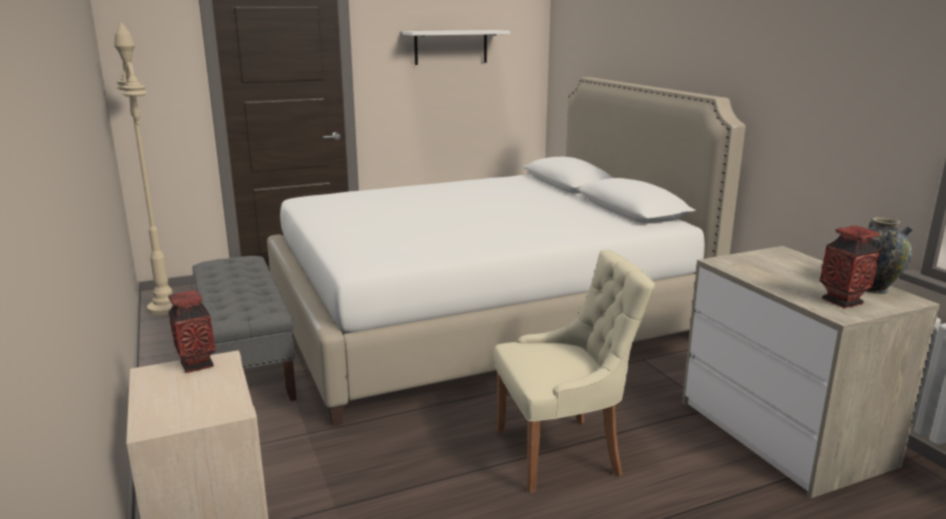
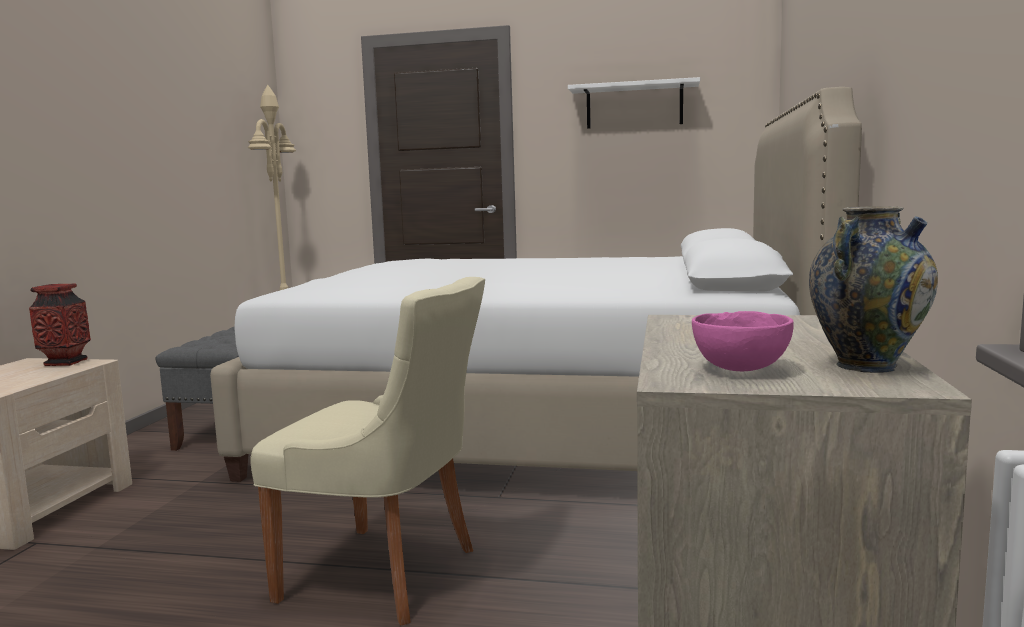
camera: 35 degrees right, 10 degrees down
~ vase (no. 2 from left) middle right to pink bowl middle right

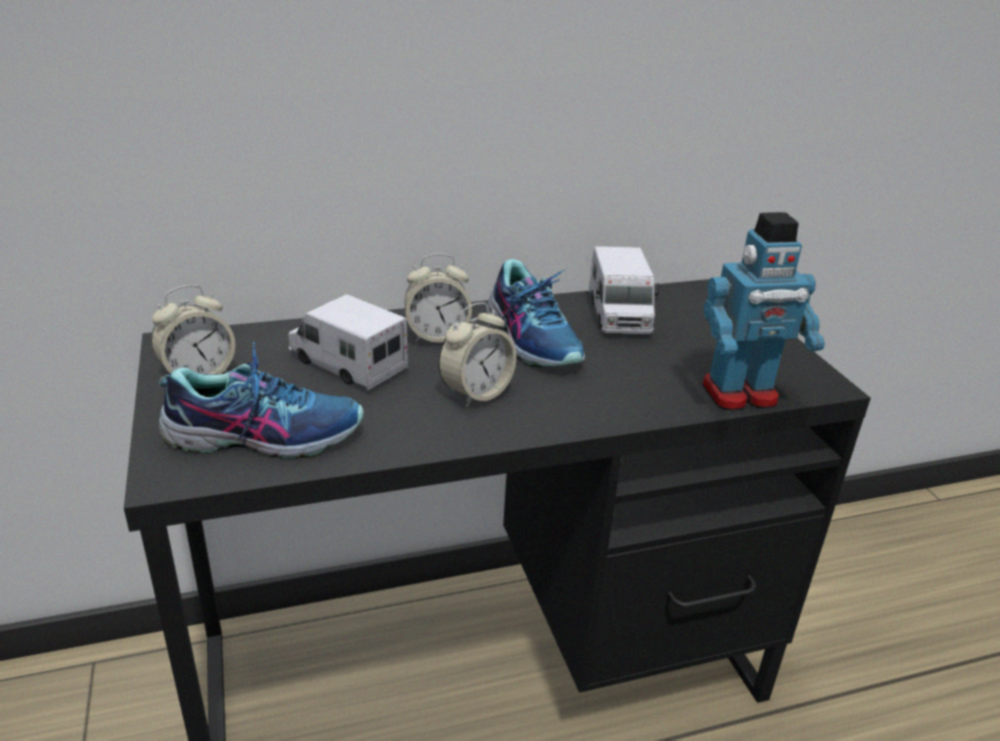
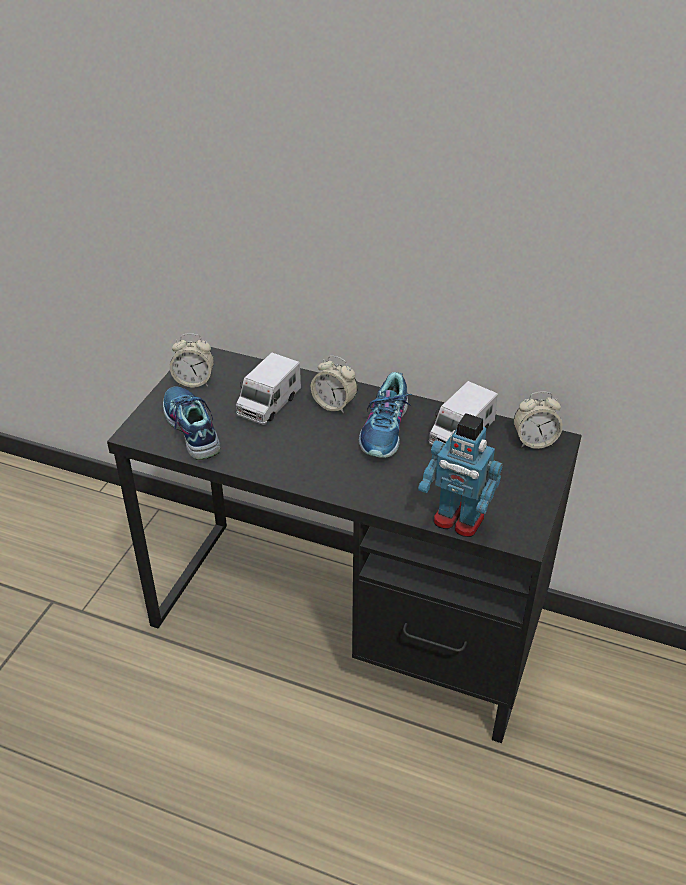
camera: 40 degrees right, 10 degrees up
~ shoe (no. 1 from left) middle left = middle left 150 degrees counterclockwise
~ toy truck (no. 1 from left) centre = centre 135 degrees counterclockwise
~ alarm clock (no. 3 from left) centre to middle right

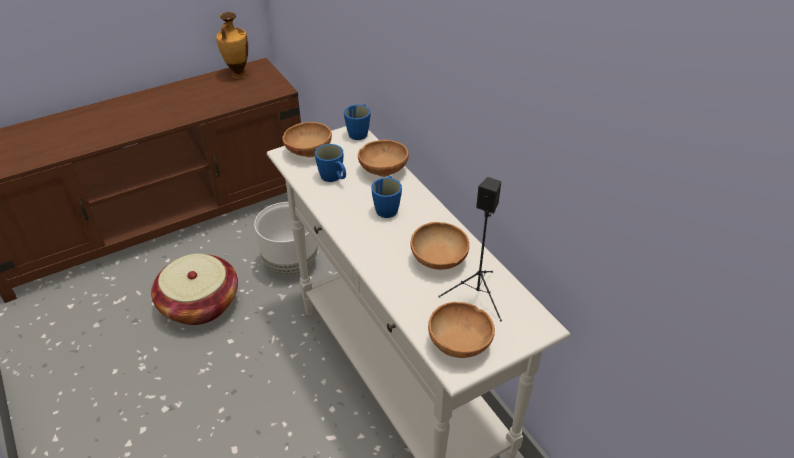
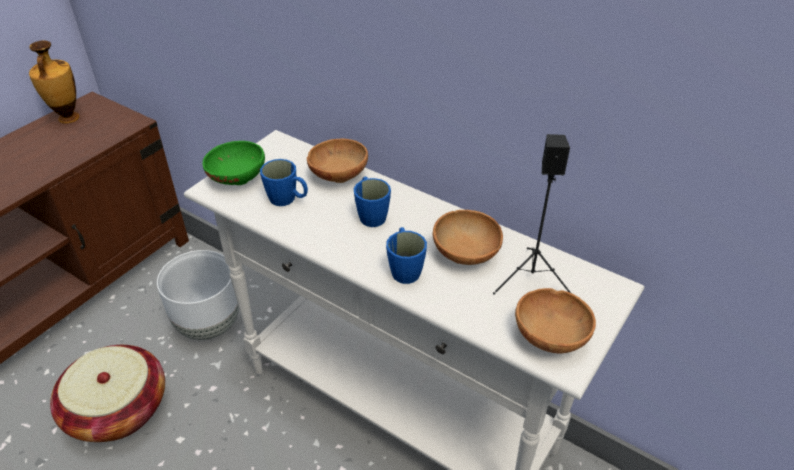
camera: 25 degrees left, 0 degrees up
~ brown bowl (no. 1 from left) top centre to green bowl middle left
~ blue mug (no. 2 from left in the first image) top centre to blue mug (no. 3 from left) centre

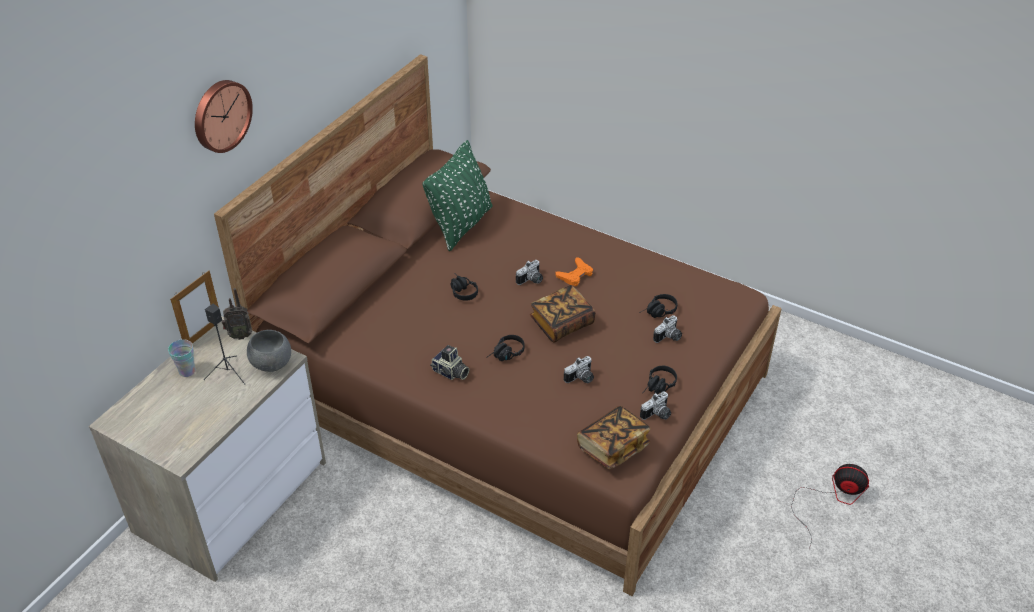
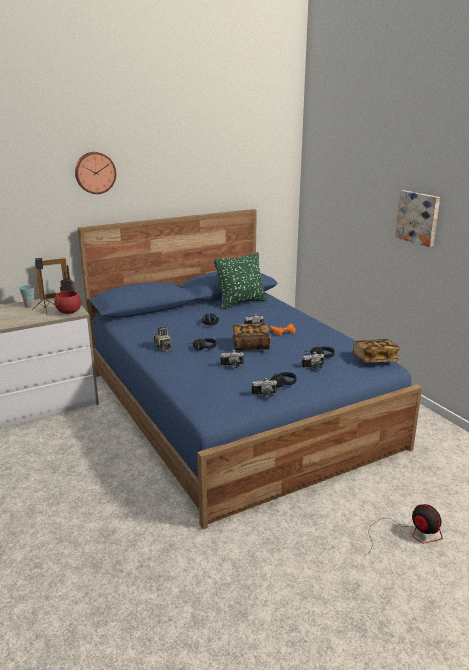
camera: 30 degrees right, 20 degrees down
~ brown bed centre to blue bed centre
~ grey bowl middle left to red bowl middle left
~ book (no. 2 from left) bottom centre to middle right
+ picture top right

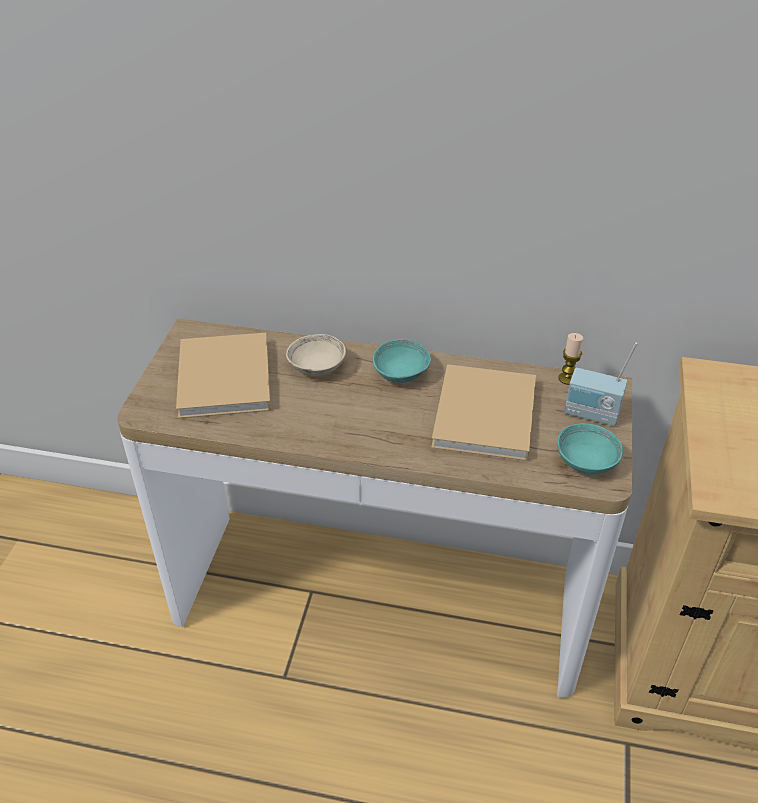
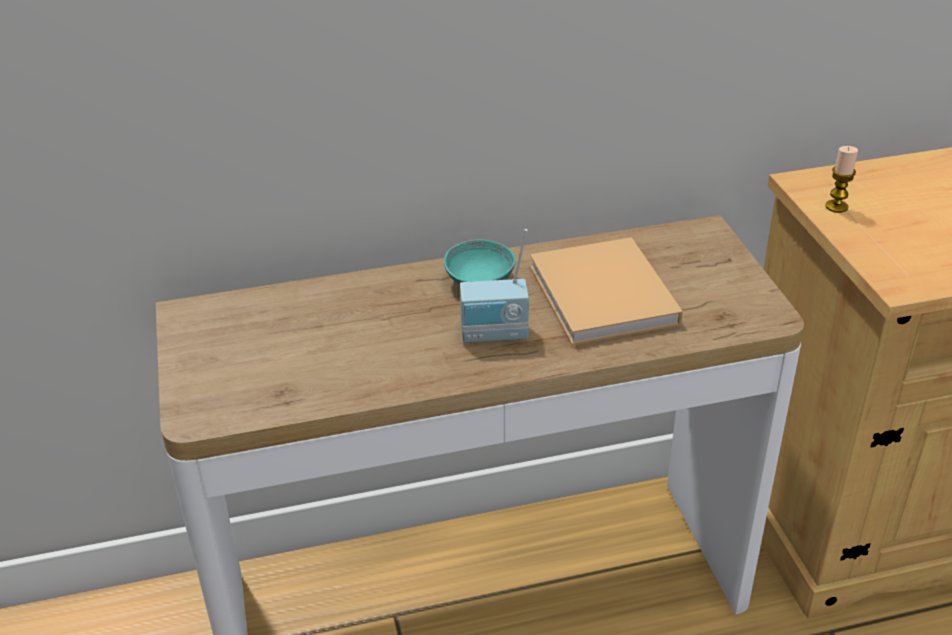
camera: 25 degrees left, 5 degrees down
- beige book (no. 1 from left) middle left
- beige bowl centre
- turquoise bowl (no. 2 from left) middle right
~ candle middle right to top right
~ radio middle right to centre

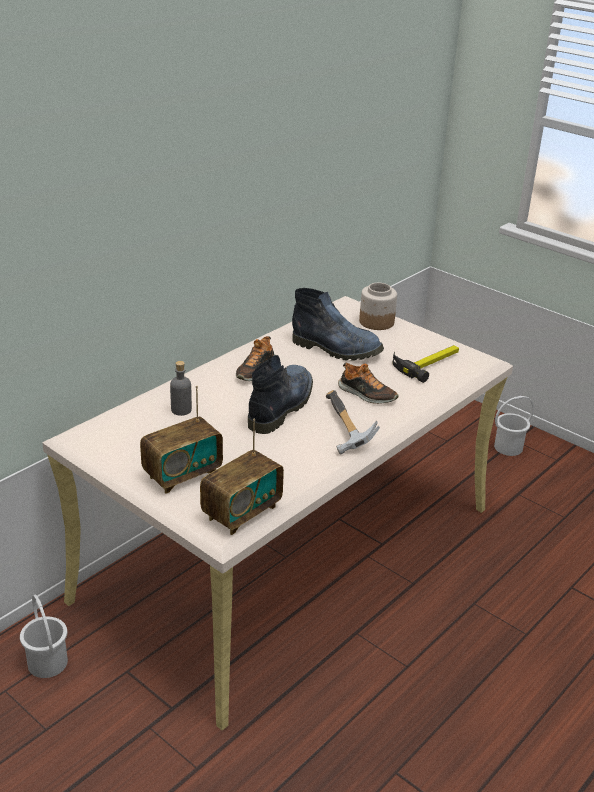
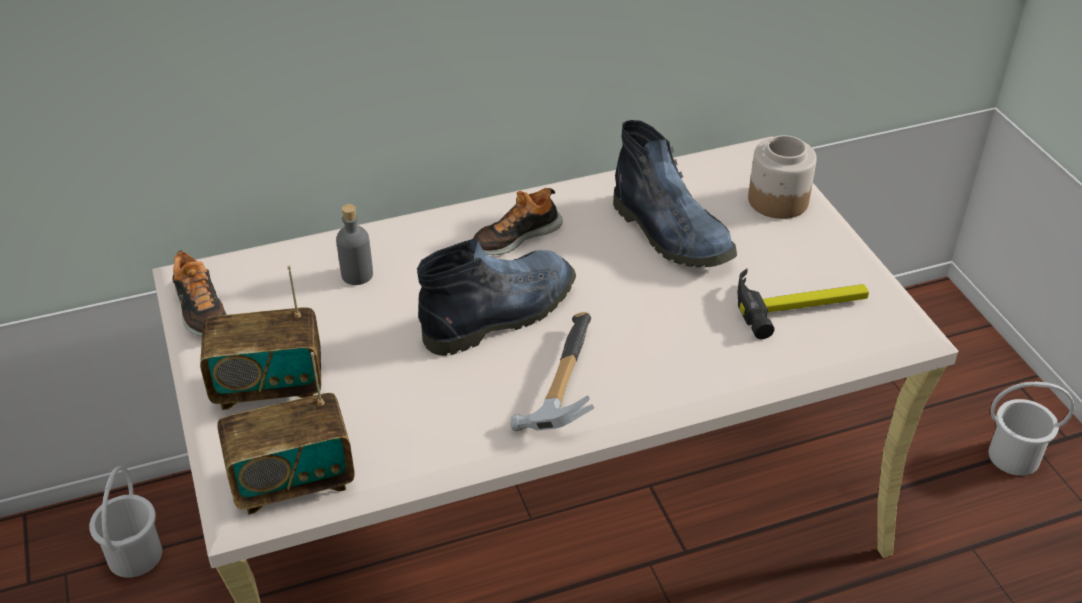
camera: 30 degrees right, 10 degrees up
~ shoe (no. 2 from left in the first image) centre to shoe (no. 1 from left) middle left

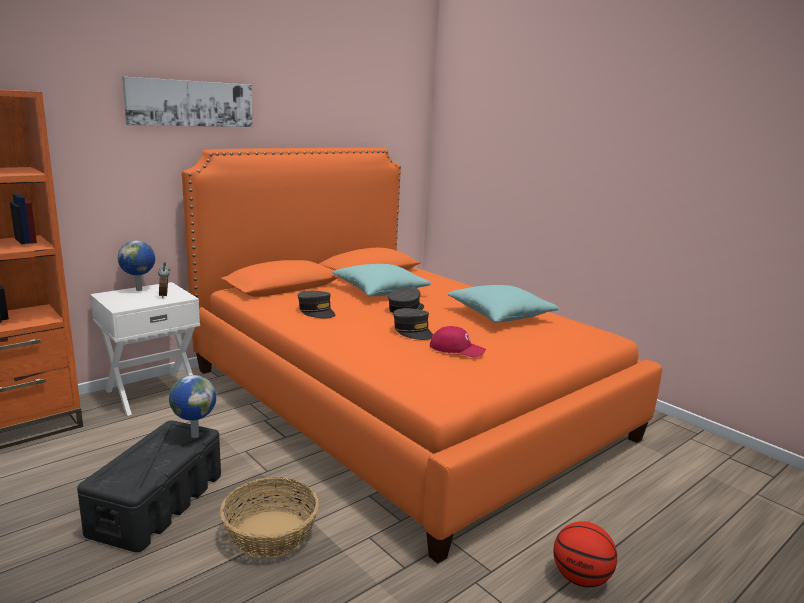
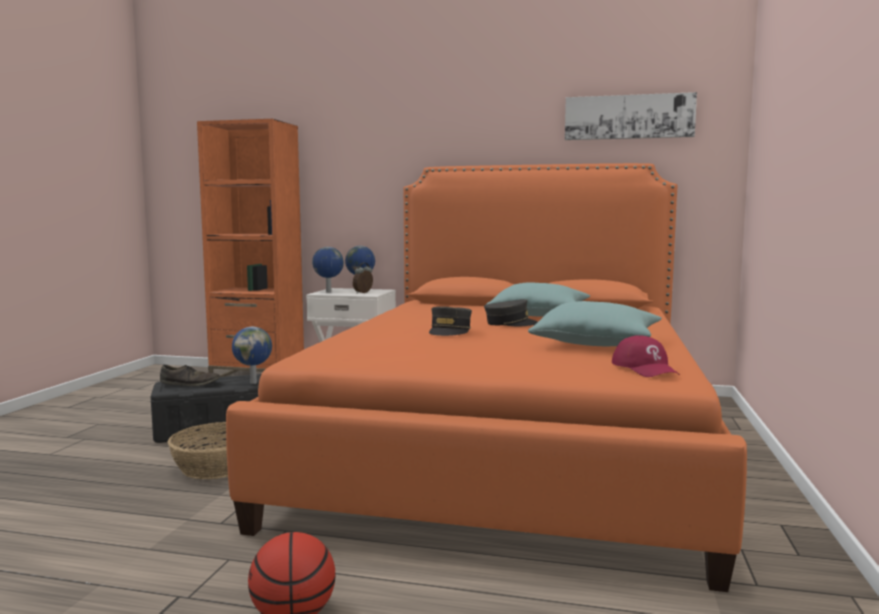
camera: 55 degrees right, 10 degrees down
~ picture top left to top right
- grey cap (no. 1 from left) centre
~ red cap centre to middle right
+ brown shoe middle left
+ globe (no. 2 from left) centre

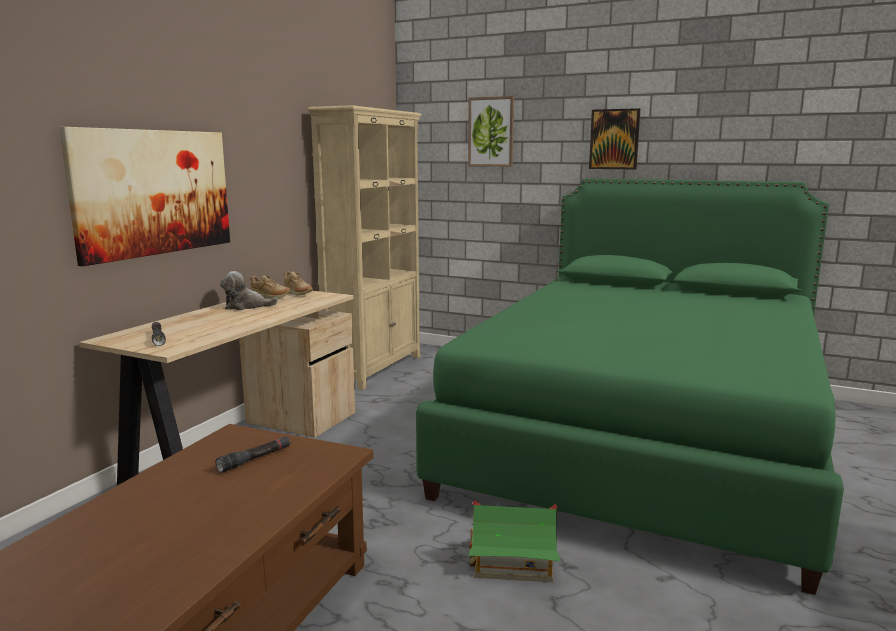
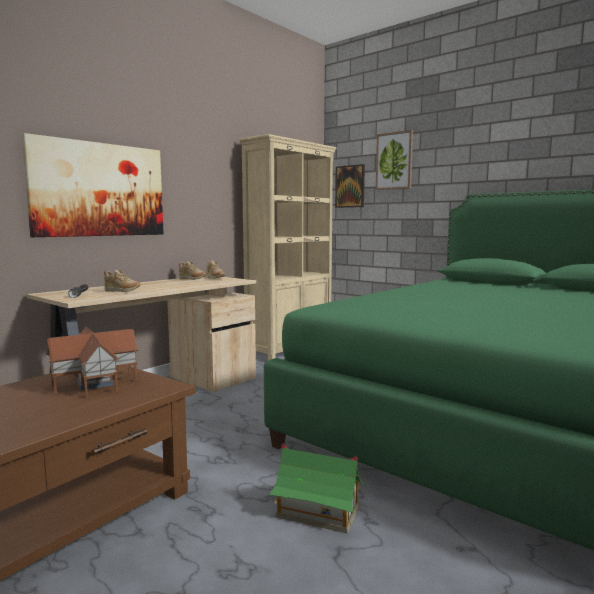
camera: 15 degrees right, 5 degrees down
~ black flashlight (no. 2 from left) bottom left to toy house (no. 1 from left) middle left
- plush toy middle left
~ picture (no. 3 from left in the first image) top right to picture (no. 2 from left) top centre
+ beige shoe (no. 1 from left) middle left

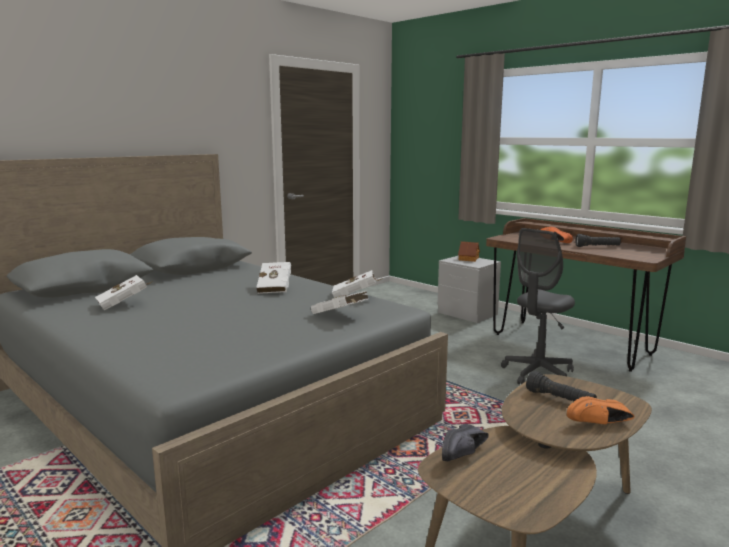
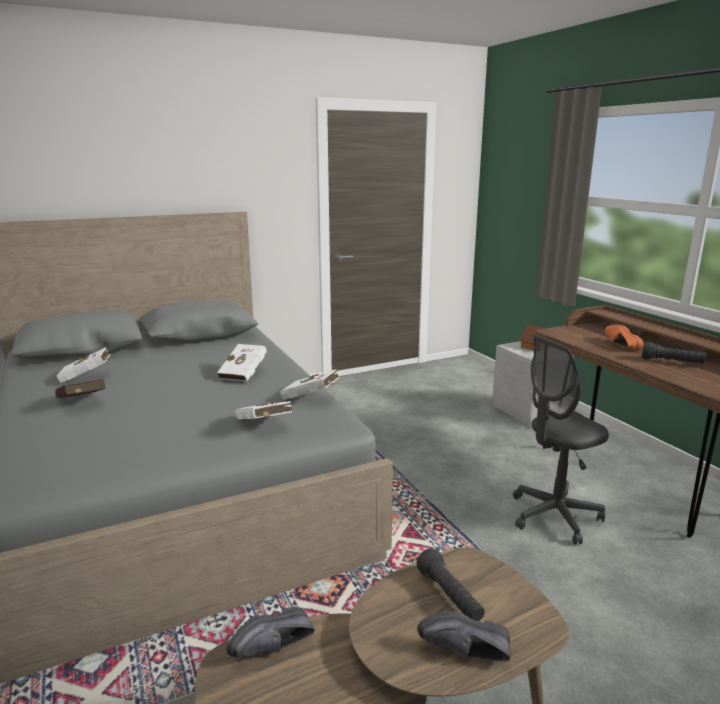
camera: 20 degrees right, 5 degrees up
~ orange shoe (no. 2 from left) bottom right to black shoe (no. 2 from left) bottom centre
+ red book middle left

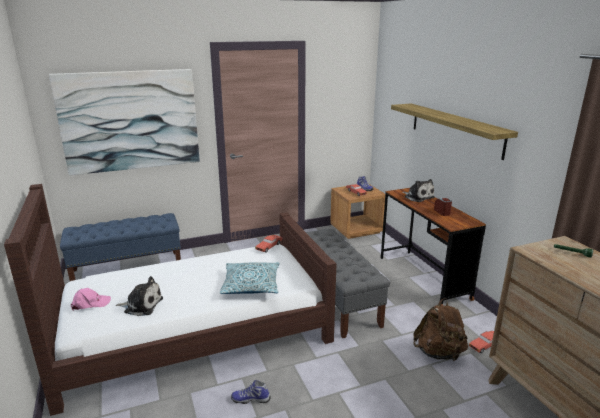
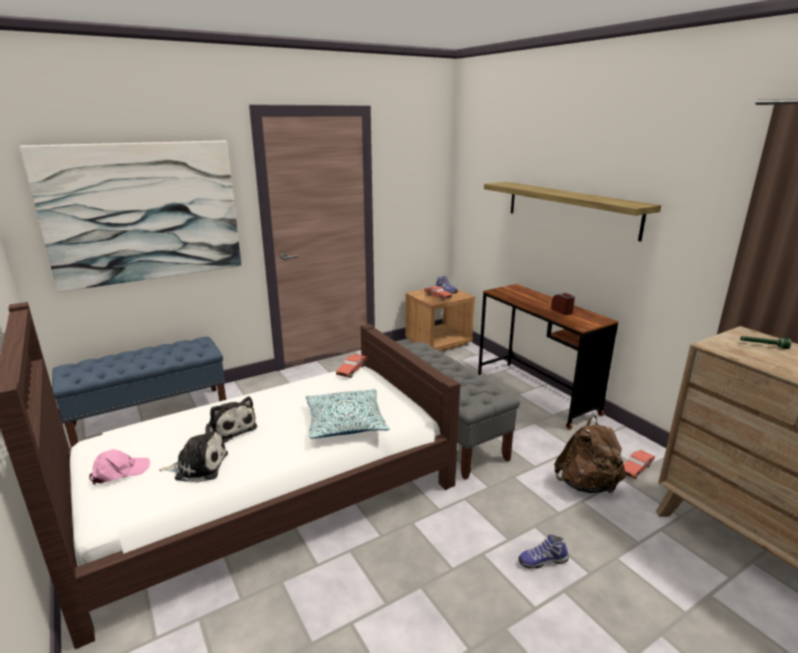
camera: 10 degrees left, 0 degrees up
~ shoe (no. 1 from left in the first image) bottom centre to shoe (no. 2 from left) bottom right
~ plush toy (no. 2 from left) middle right to middle left

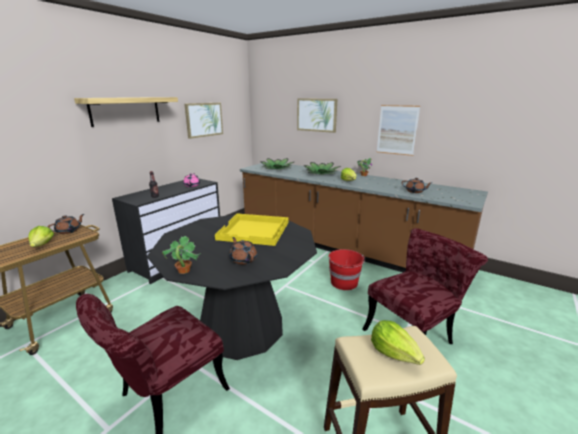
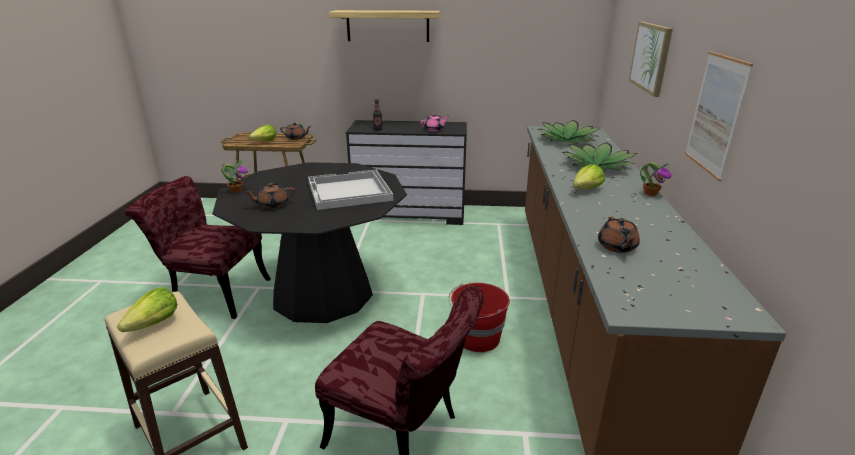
camera: 60 degrees right, 5 degrees up
- picture (no. 1 from left) top centre
~ yellow tray centre to white tray centre
~ brown teapot (no. 2 from left in the first image) centre = middle left 135 degrees counterclockwise

